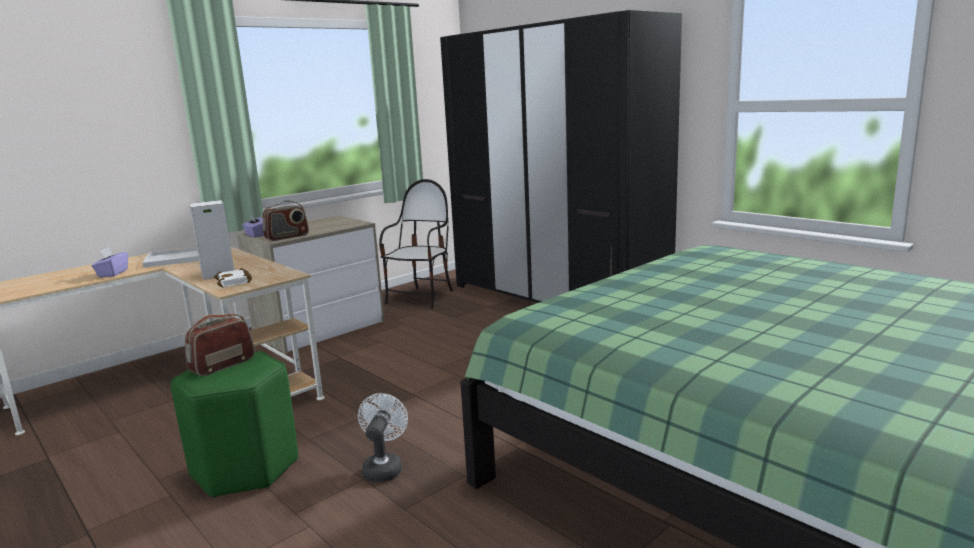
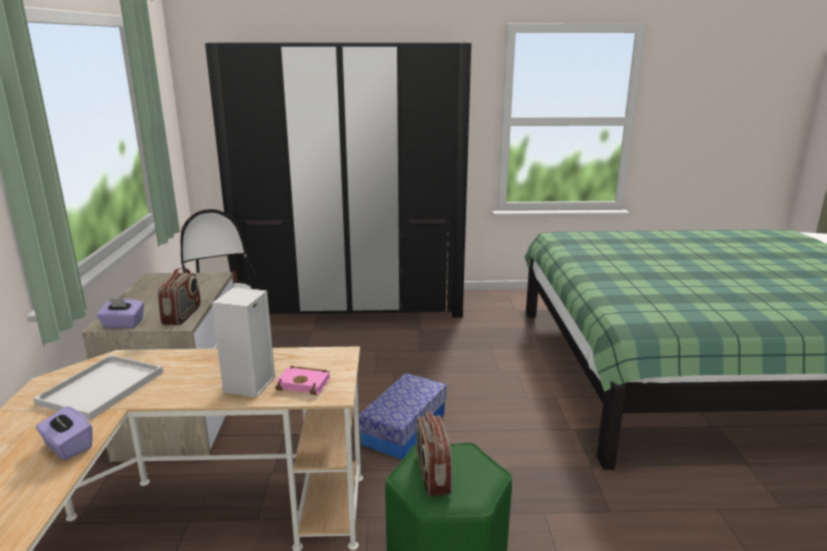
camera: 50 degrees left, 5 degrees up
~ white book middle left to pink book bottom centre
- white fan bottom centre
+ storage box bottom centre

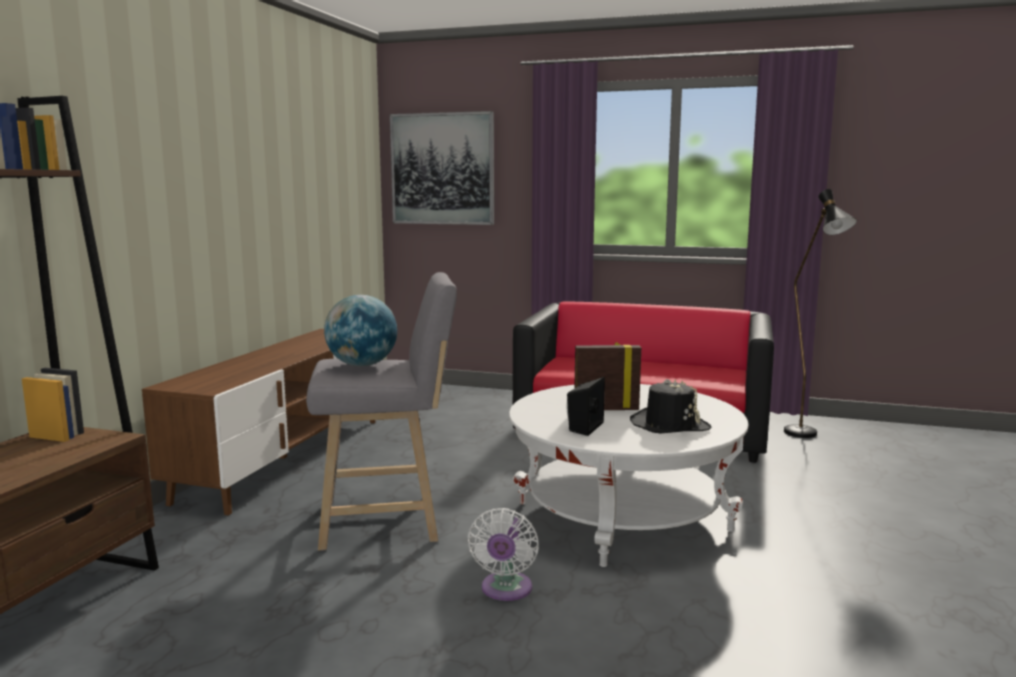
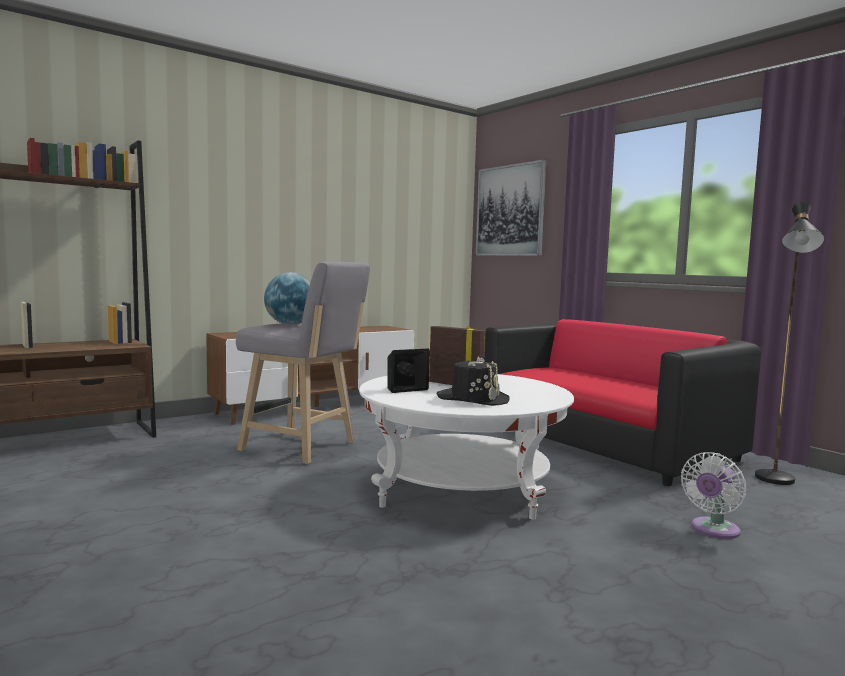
camera: 35 degrees right, 5 degrees down
~ white fan bottom centre to bottom right

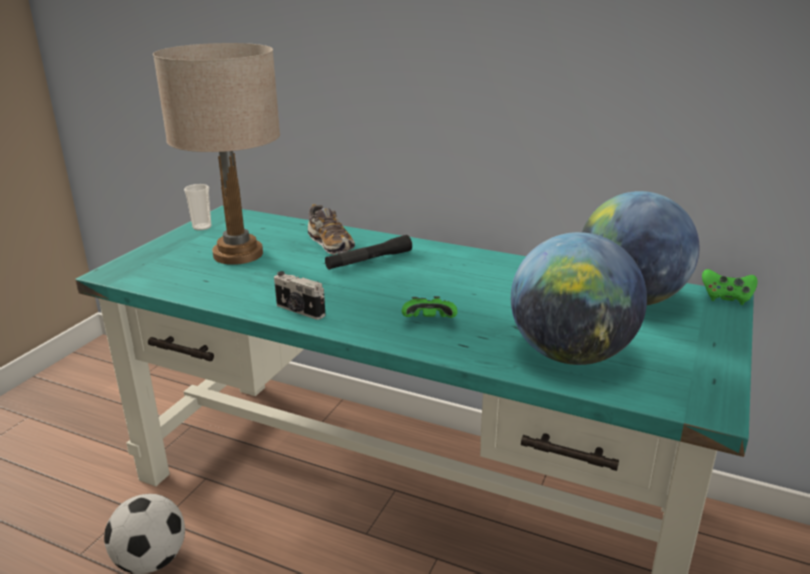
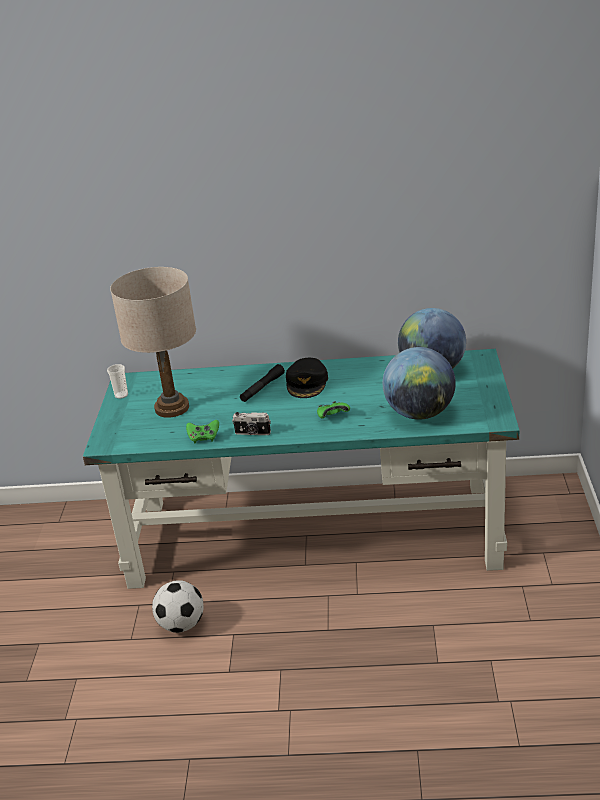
camera: 20 degrees left, 5 degrees up
- shoe centre
~ green game controller (no. 2 from left in the first image) middle right to green game controller (no. 1 from left) centre
+ black cap centre

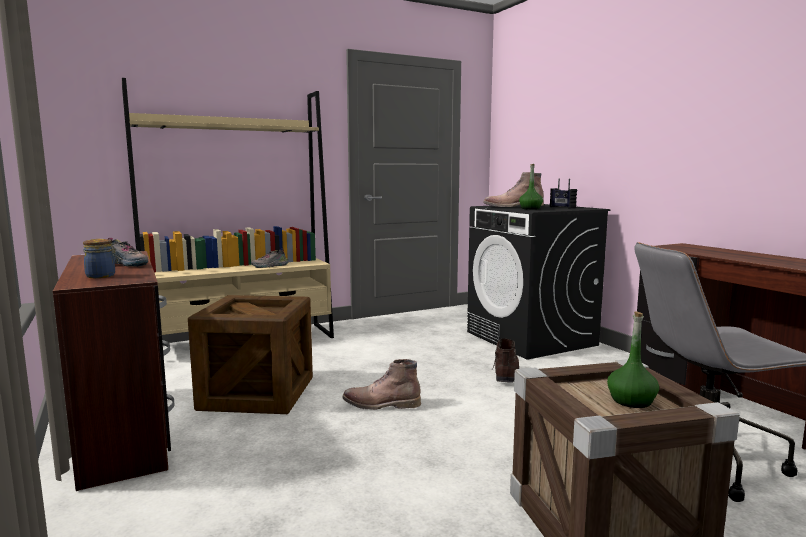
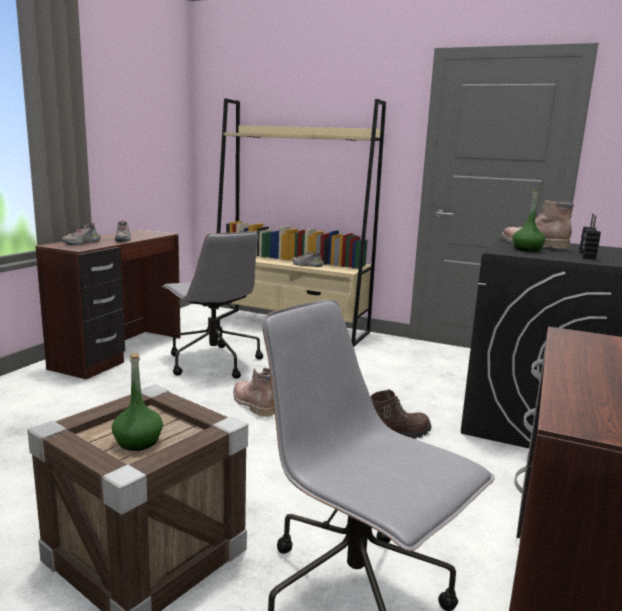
camera: 50 degrees right, 5 degrees up
~ jar middle left to shoe (no. 1 from left) middle left
~ crate (no. 1 from left) middle left to grey office chair (no. 1 from left) centre

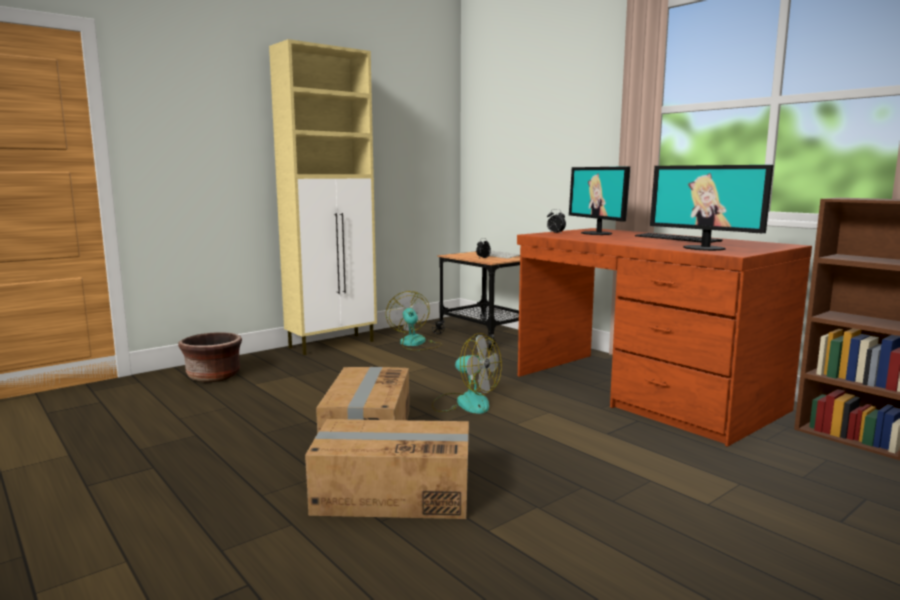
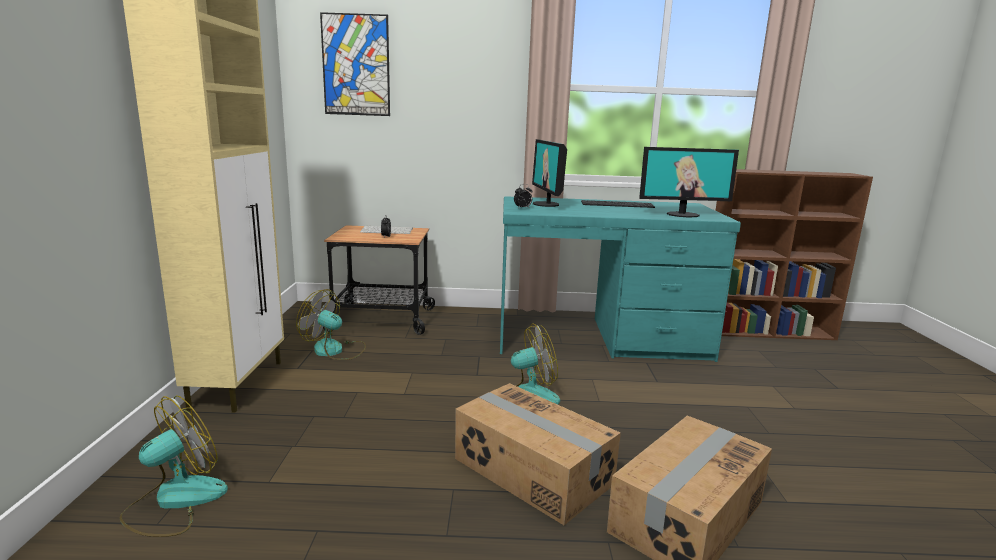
camera: 50 degrees left, 5 degrees up
~ brown planter middle left to fan (no. 1 from left) bottom left
~ brown desk middle right to turquoise desk centre
~ monitor (no. 1 from left) centre = top centre 60 degrees clockwise
+ picture top centre

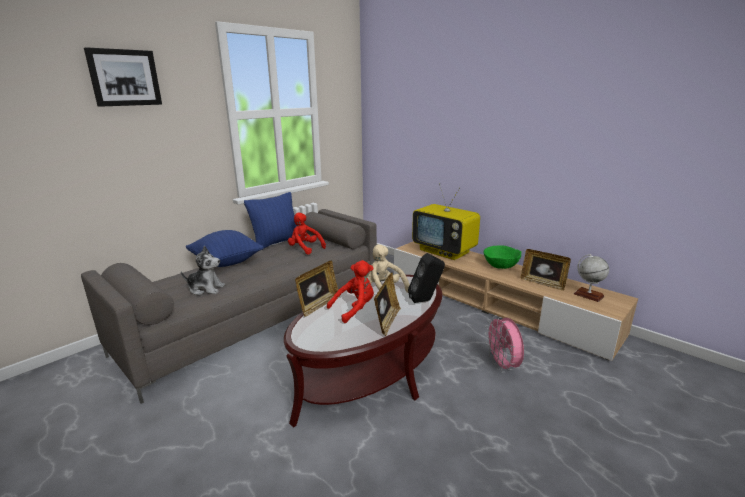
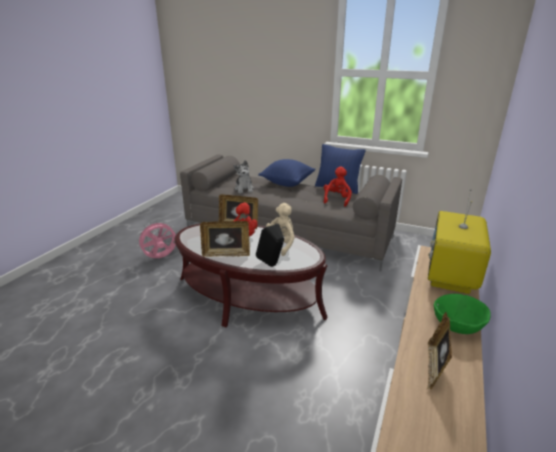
camera: 70 degrees right, 5 degrees up
- picture top left
~ pink fan bottom right to middle left
- globe middle right

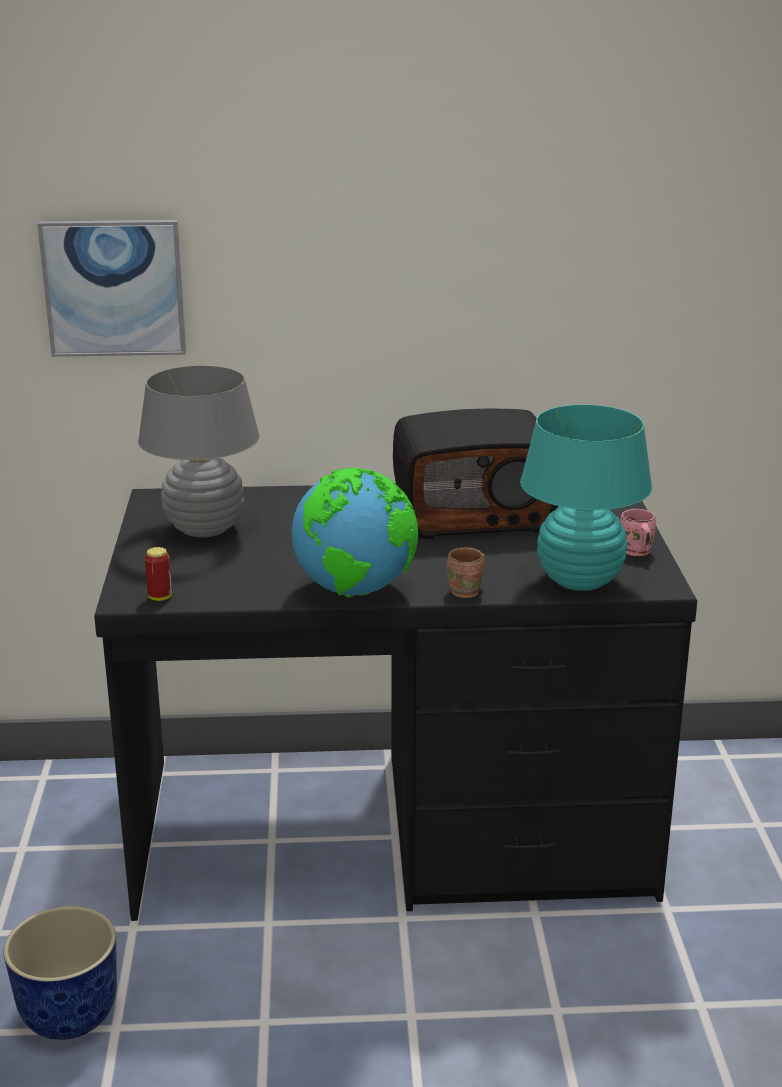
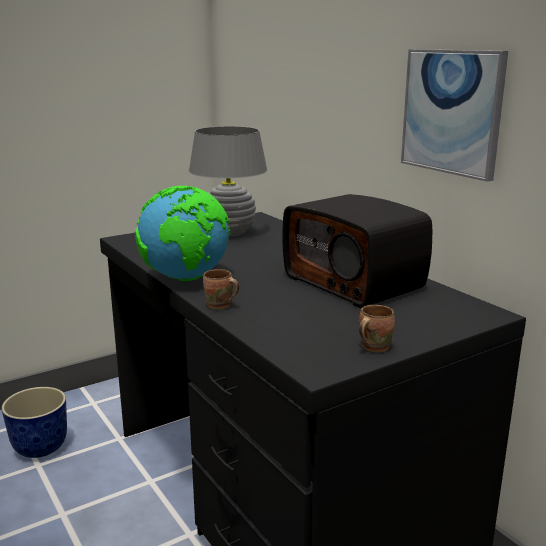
camera: 60 degrees right, 5 degrees down
~ picture top left to top right
- can middle left
- turquoise table lamp middle right
~ pink mug middle right to brown mug (no. 2 from left) middle right

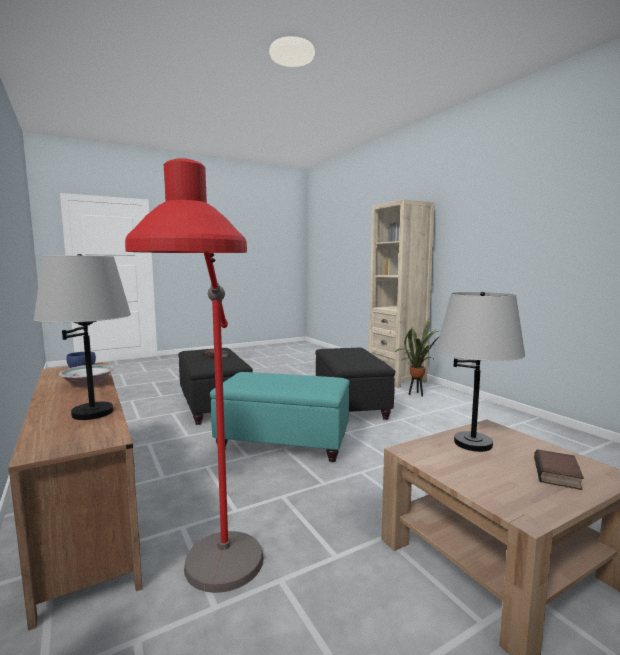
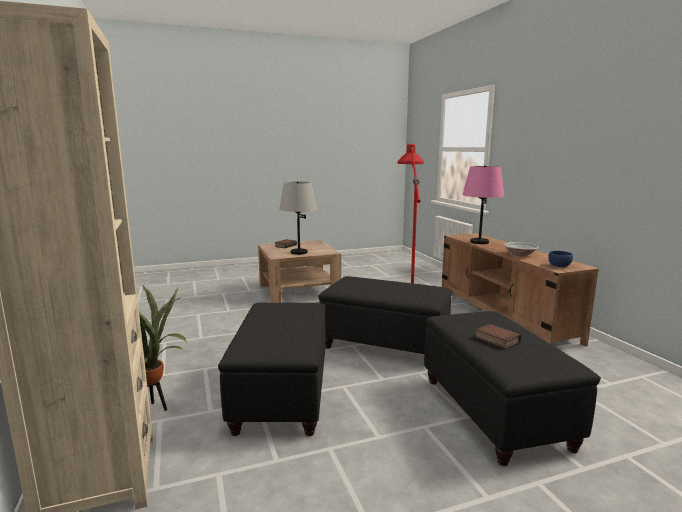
camera: 170 degrees left, 5 degrees up
~ grey table lamp (no. 1 from left) middle left to pink table lamp middle right
~ turquoise ottoman centre to black ottoman (no. 2 from left) centre

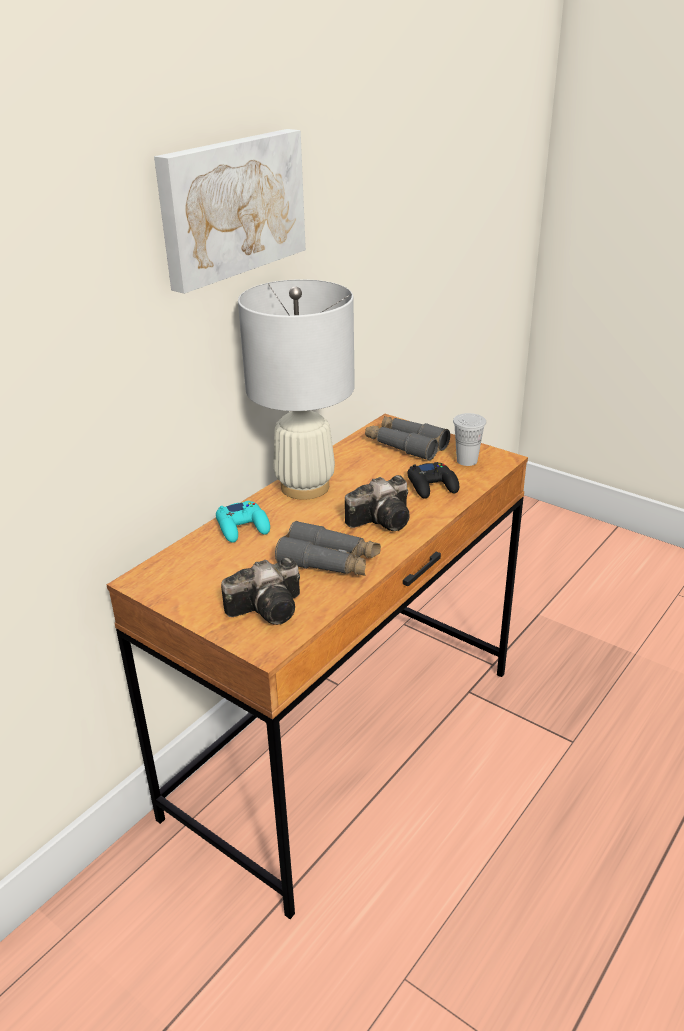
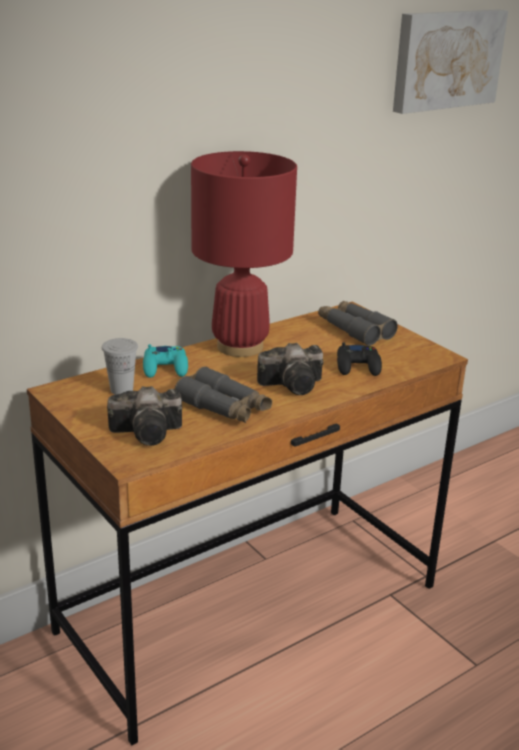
camera: 15 degrees right, 5 degrees down
~ picture top centre to top right
~ white table lamp centre to red table lamp centre
~ white cup middle right to middle left

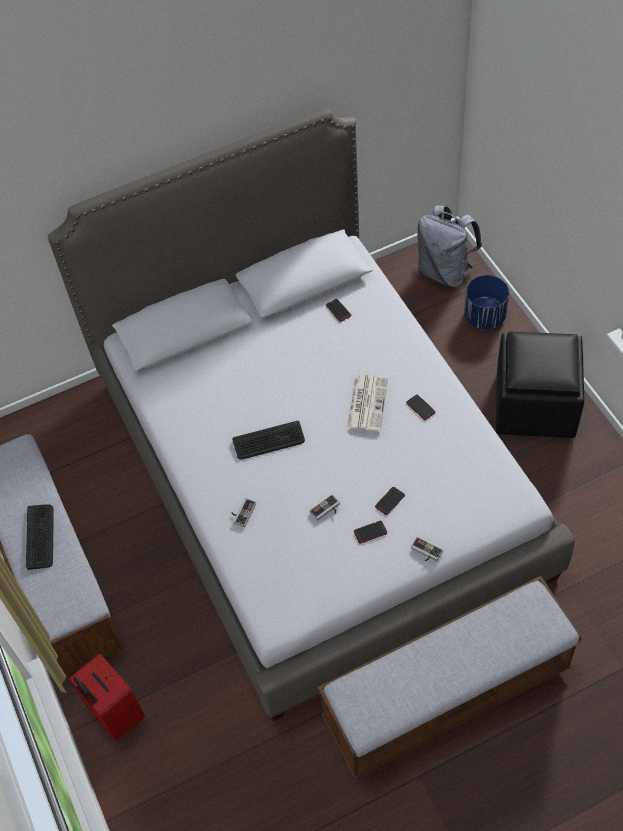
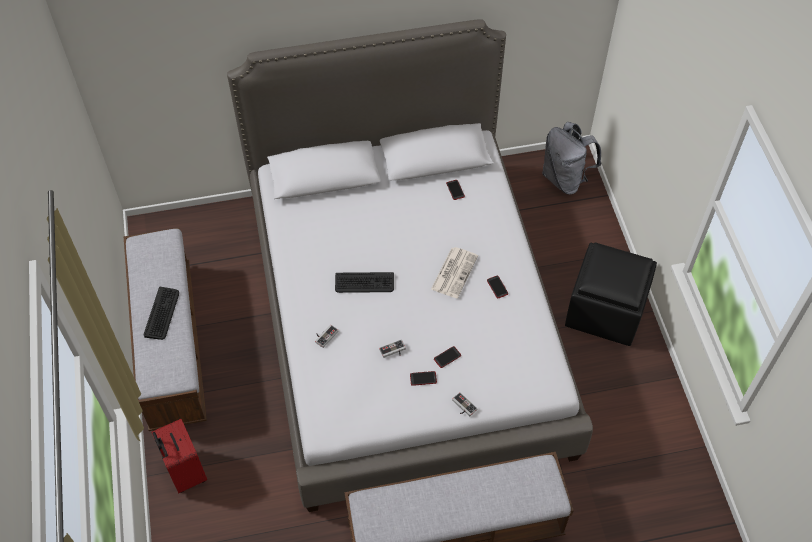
camera: 10 degrees right, 0 degrees up
- blue planter middle right

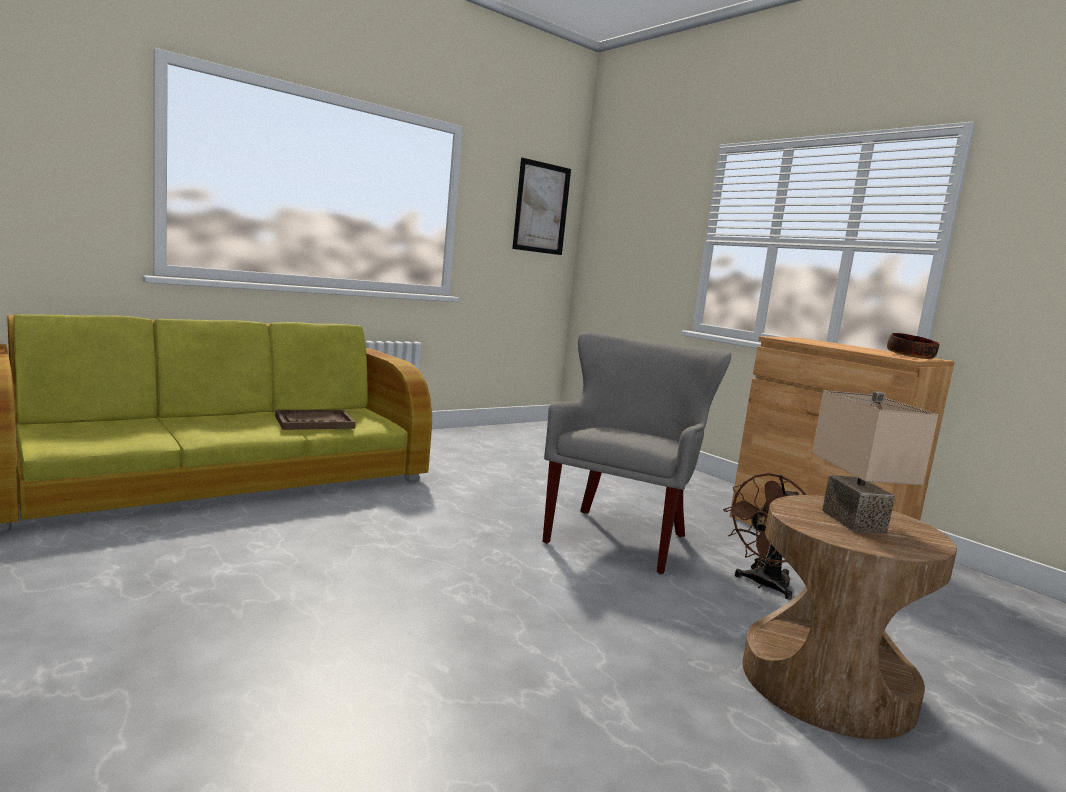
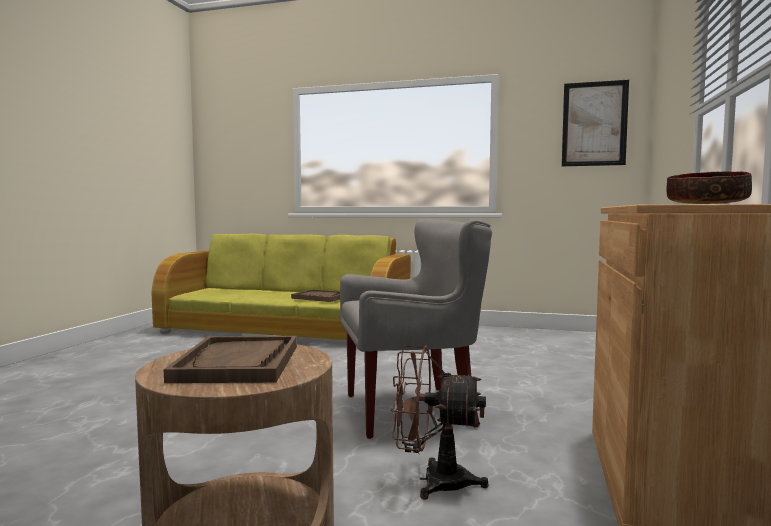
camera: 55 degrees right, 5 degrees down
~ beige table lamp middle right to brown tray (no. 1 from left) bottom left

